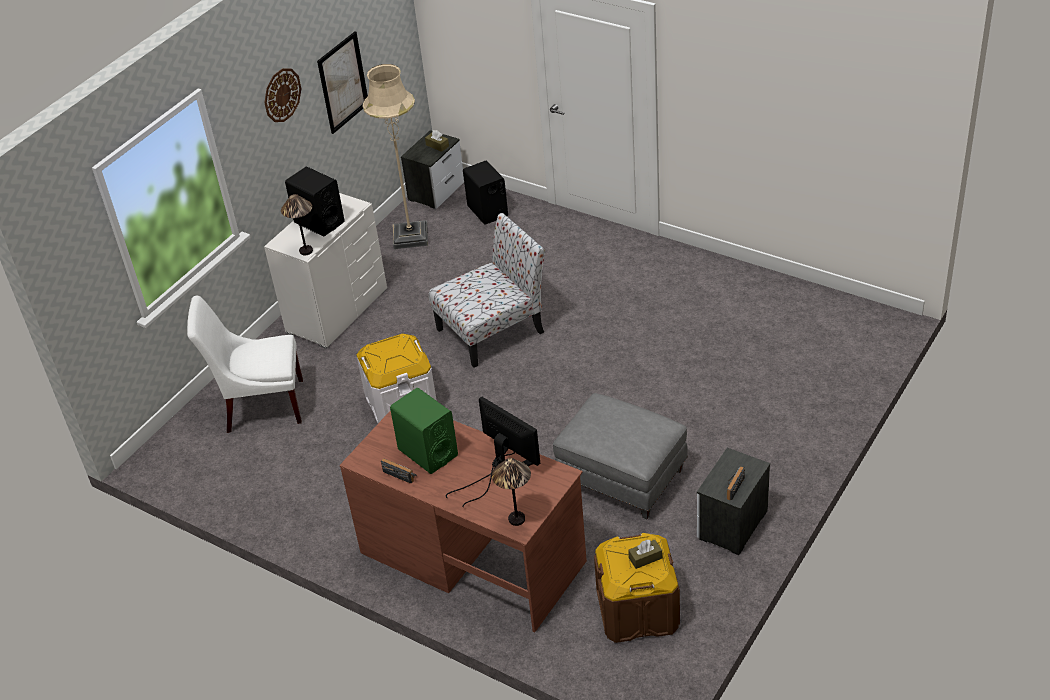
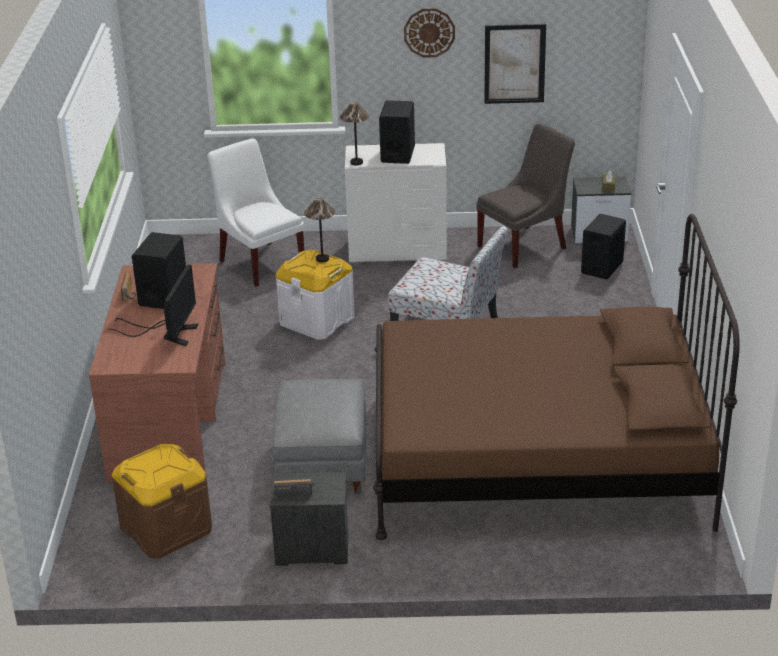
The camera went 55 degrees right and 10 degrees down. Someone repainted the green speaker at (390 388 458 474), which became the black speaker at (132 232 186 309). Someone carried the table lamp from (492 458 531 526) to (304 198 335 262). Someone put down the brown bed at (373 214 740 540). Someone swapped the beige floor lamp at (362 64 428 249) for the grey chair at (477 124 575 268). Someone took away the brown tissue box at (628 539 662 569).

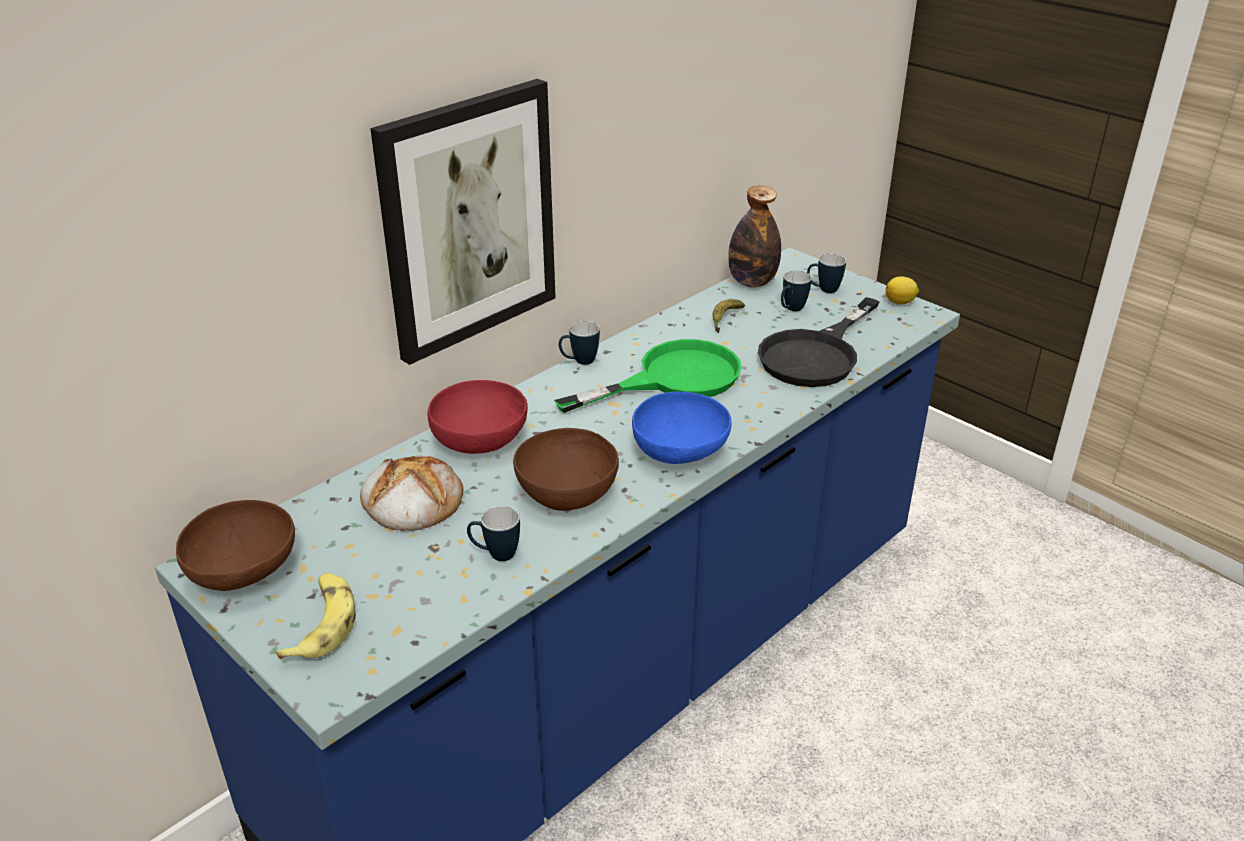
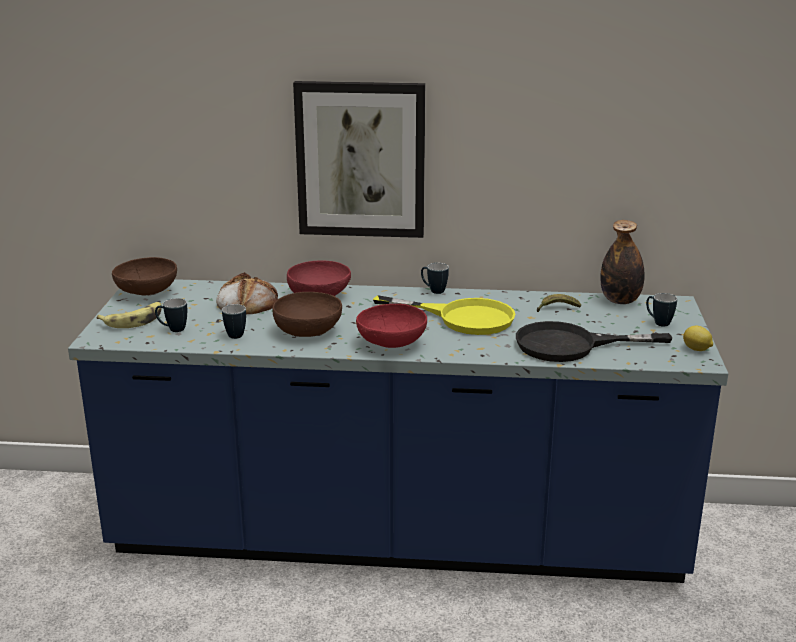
The camera went 50 degrees right and 10 degrees down. Someone carried the mug from (781 270 812 311) to (155 298 187 332). Someone repainted the blue bowl at (632 392 731 464), which became the red bowl at (356 304 427 348). Someone repainted the green frying pan at (554 339 742 413), which became the yellow frying pan at (373 295 516 335).

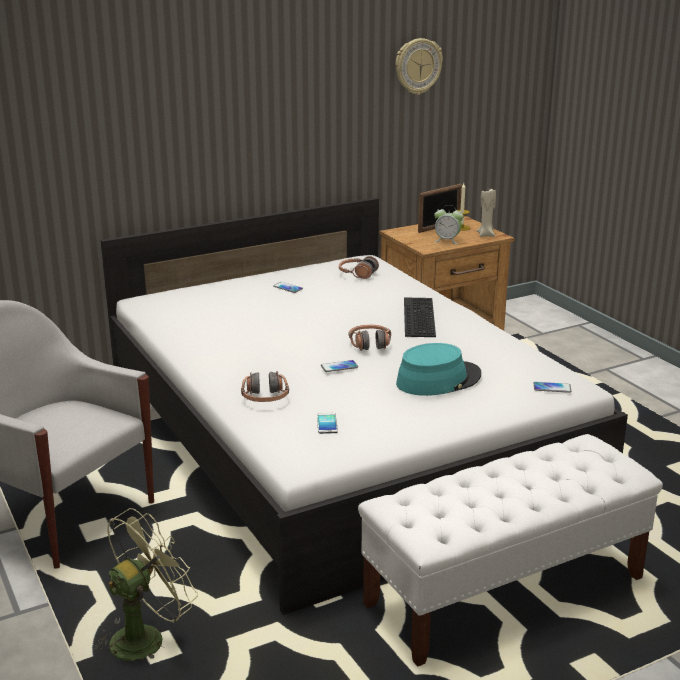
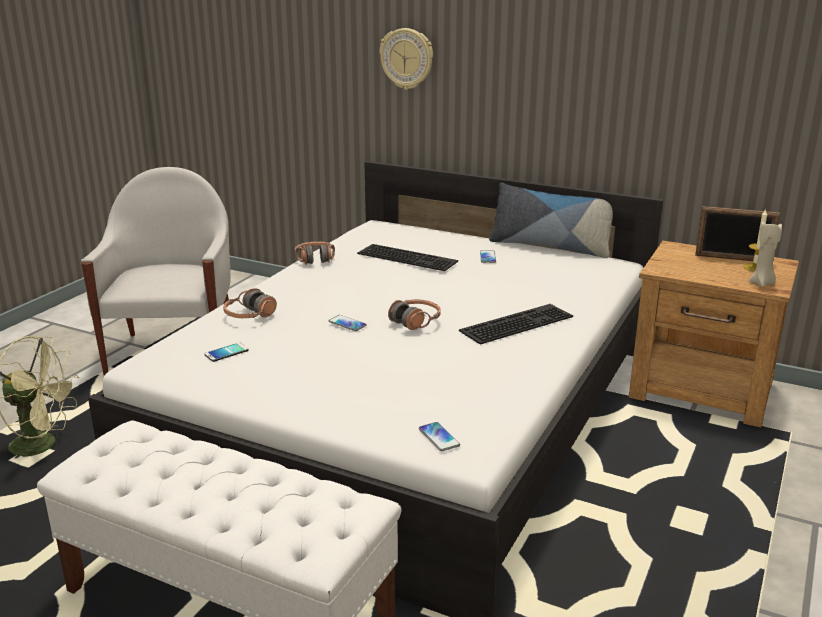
The camera went 55 degrees right and 0 degrees up. Someone carried the headphones from (339 256 379 279) to (294 242 335 265). Someone put down the keyboard at (357 244 458 271). Someone carried the wall clock from (396 38 443 95) to (380 28 433 90). Someone put down the pillow at (489 183 613 258). Someone took away the turquoise hat at (396 343 481 396). Someone took away the alarm clock at (434 205 464 244).

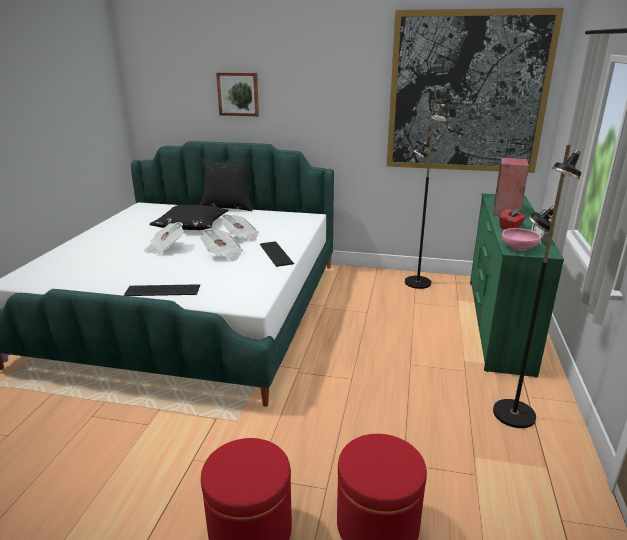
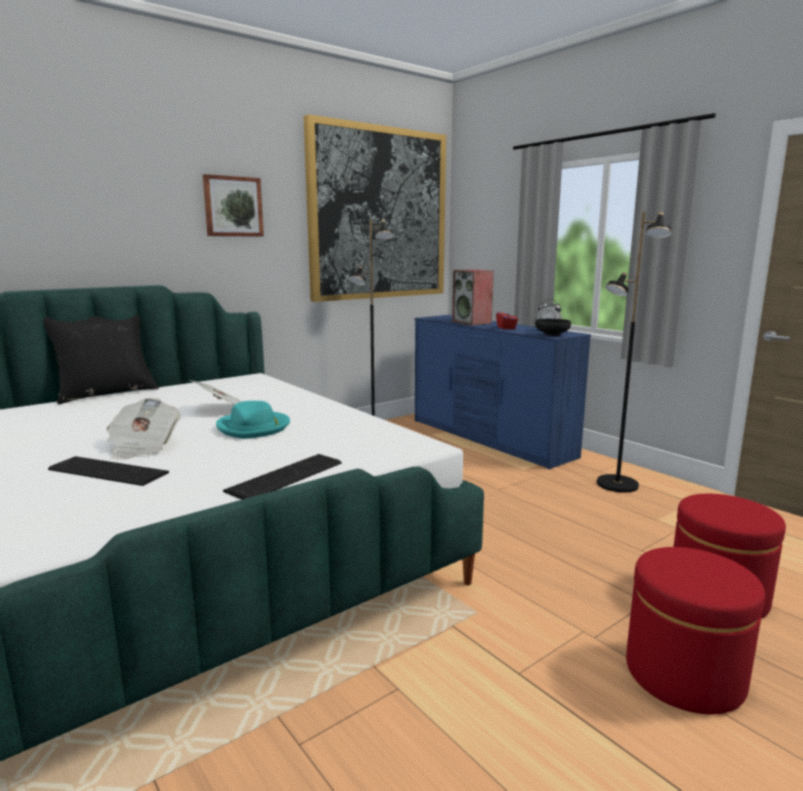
The camera went 50 degrees left and 10 degrees down. Someone carried the keyboard from (260 242 294 267) to (48 456 169 486). Someone carried the picture from (216 72 259 116) to (203 174 264 237). Someone swapped the newspaper at (201 229 243 261) for the turquoise hat at (216 401 290 439). Someone repainted the green dresser at (470 193 564 378), which became the blue dresser at (415 315 591 469). Someone repainted the pink bowl at (502 228 541 251), which became the black bowl at (535 319 571 336). Someone took away the black pillow at (149 205 229 230).

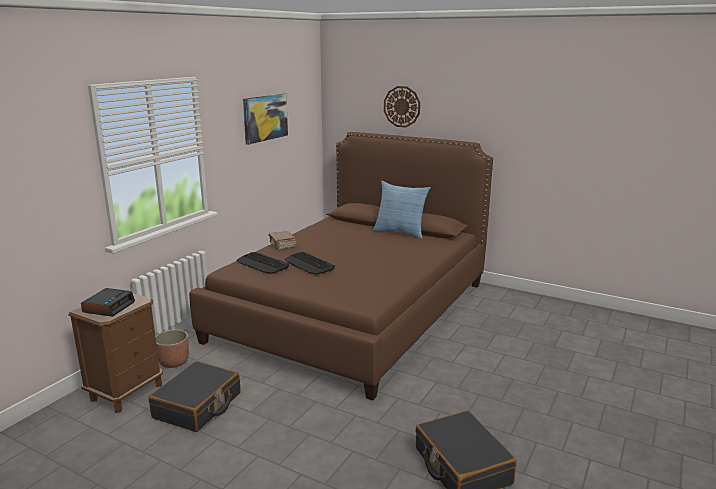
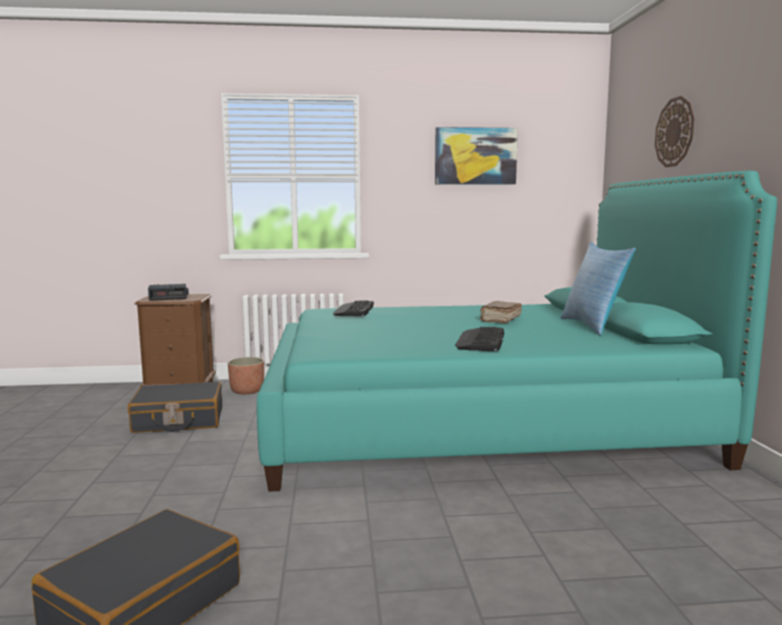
The camera went 55 degrees right and 10 degrees down. Someone repainted the brown bed at (189 132 493 401), which became the turquoise bed at (257 171 777 492). Someone carried the keyboard from (284 252 335 275) to (455 327 504 351). Someone carried the brown book from (268 231 296 250) to (480 301 522 324).

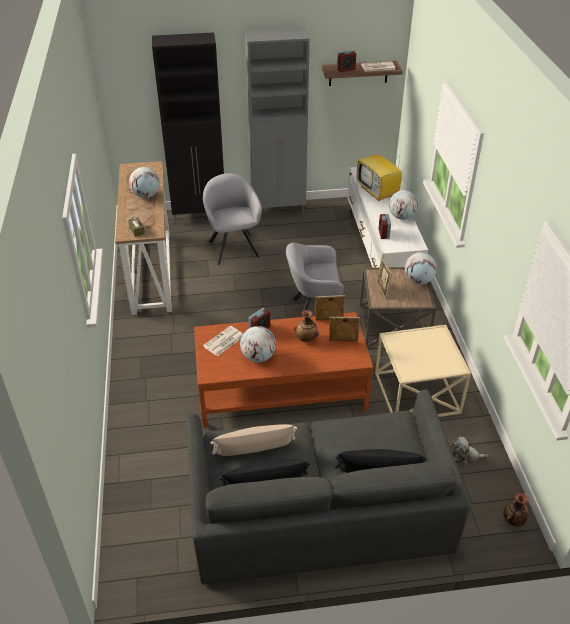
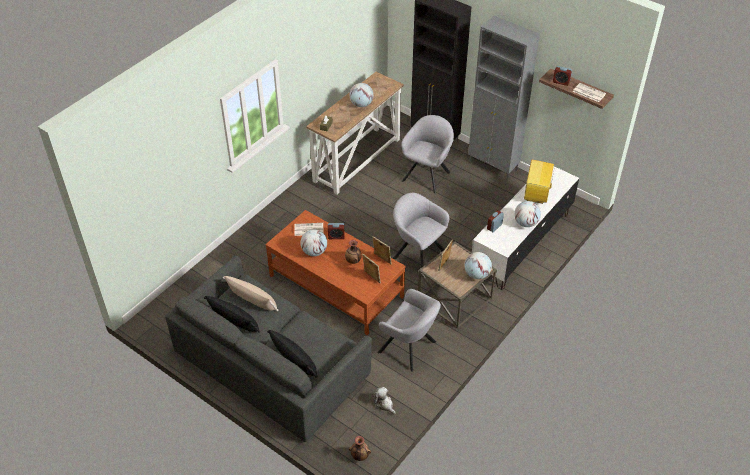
The camera went 45 degrees right and 5 degrees up. Someone swapped the beige side table at (375 325 471 417) for the grey armchair at (377 289 441 372).

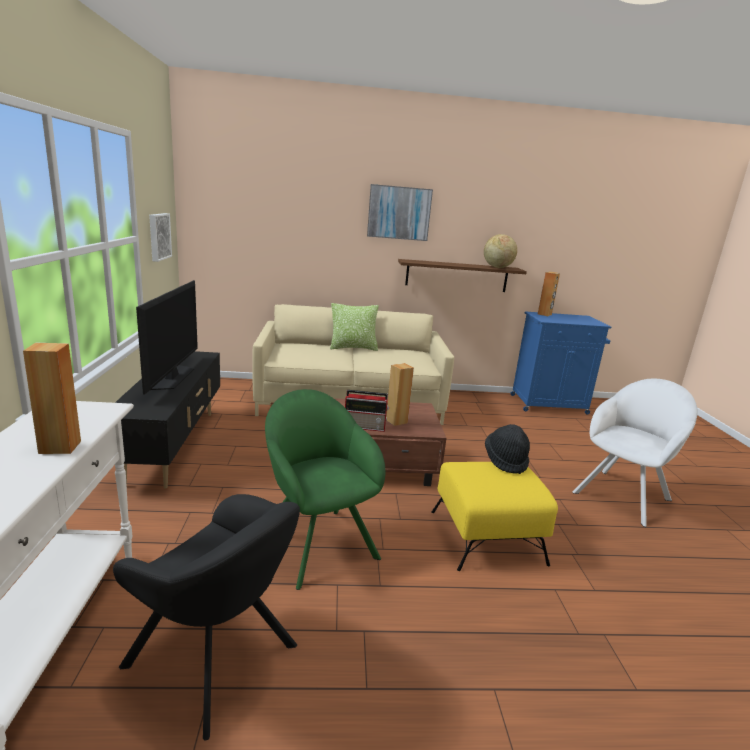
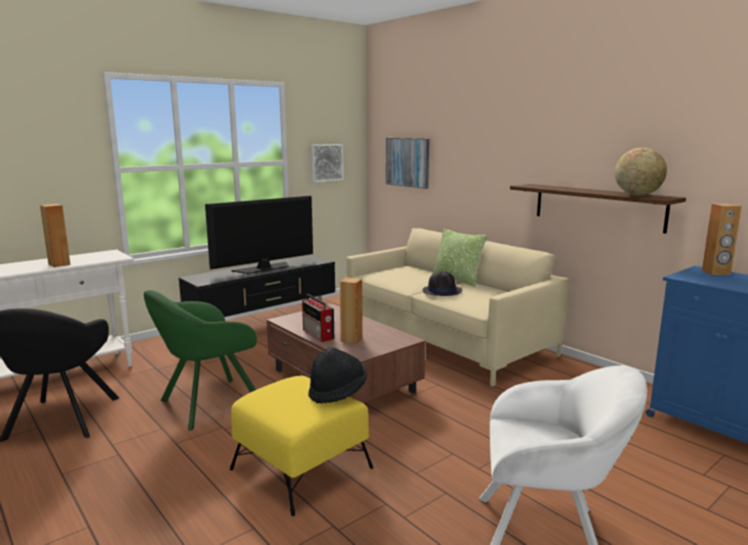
The camera went 55 degrees right and 5 degrees down. Someone rotated the green armchair at (265 389 385 590) by 150 degrees counterclockwise. Someone carried the picture from (367 184 433 241) to (386 138 430 189). Someone put down the black hat at (423 271 462 296).

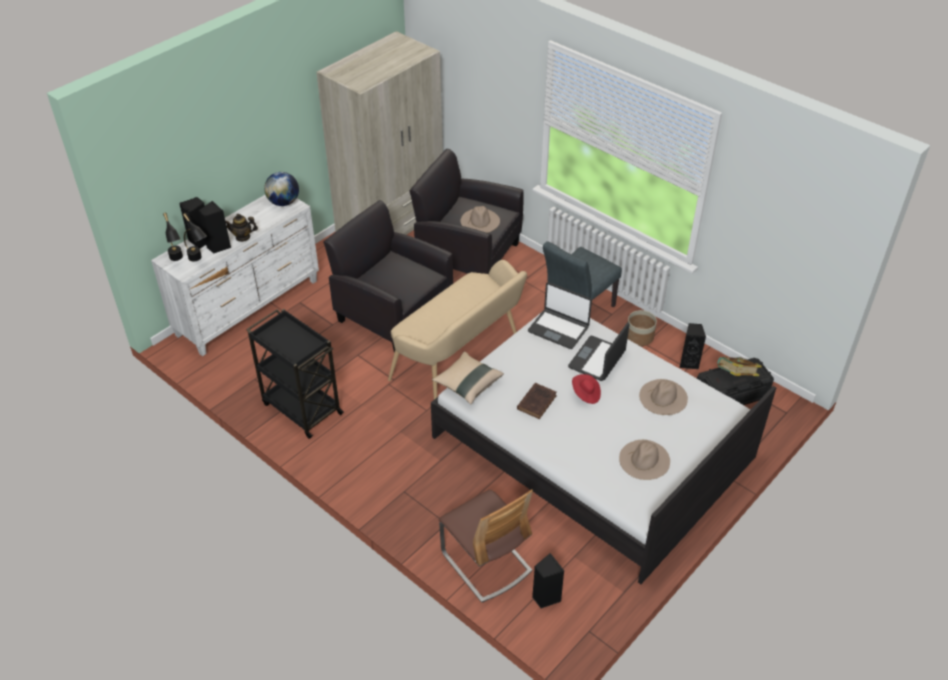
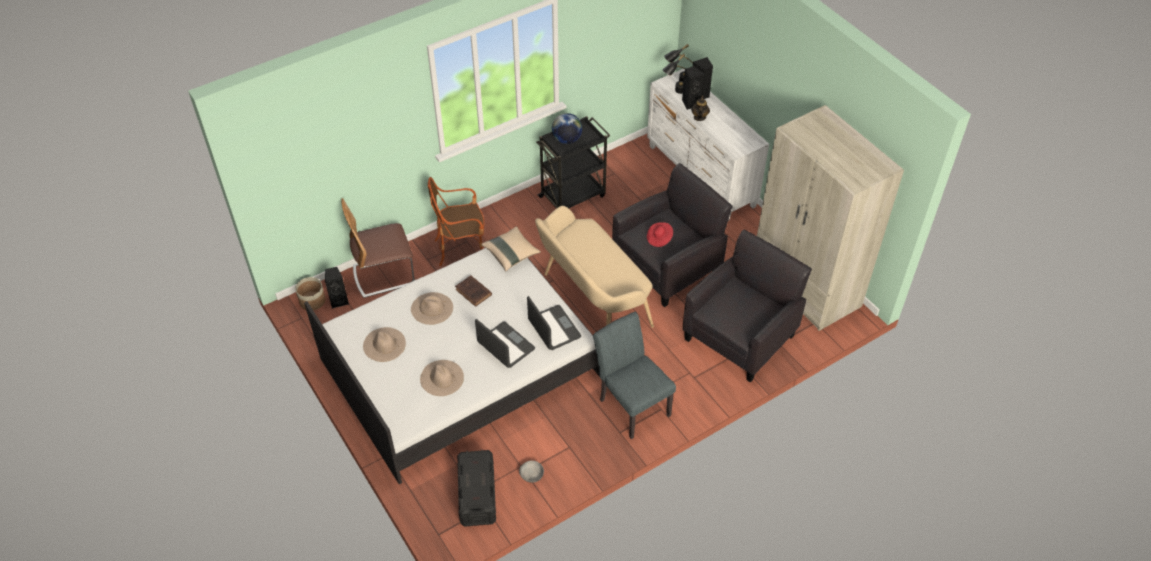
The camera went 105 degrees right and 5 degrees up. Someone carried the planter from (627 310 657 346) to (295 277 326 310). Someone carried the beige hat from (460 206 500 233) to (411 292 453 325). Someone put down the armchair at (428 177 484 266). Someone swapped the black speaker at (679 323 706 369) for the grey bowl at (519 460 544 483). Someone rotated the laptop at (528 282 592 349) by 105 degrees clockwise. Someone carried the globe from (264 172 299 206) to (552 113 582 144). Someone carried the red hat from (572 374 601 404) to (647 222 673 247). Someone took away the book at (717 357 762 376).

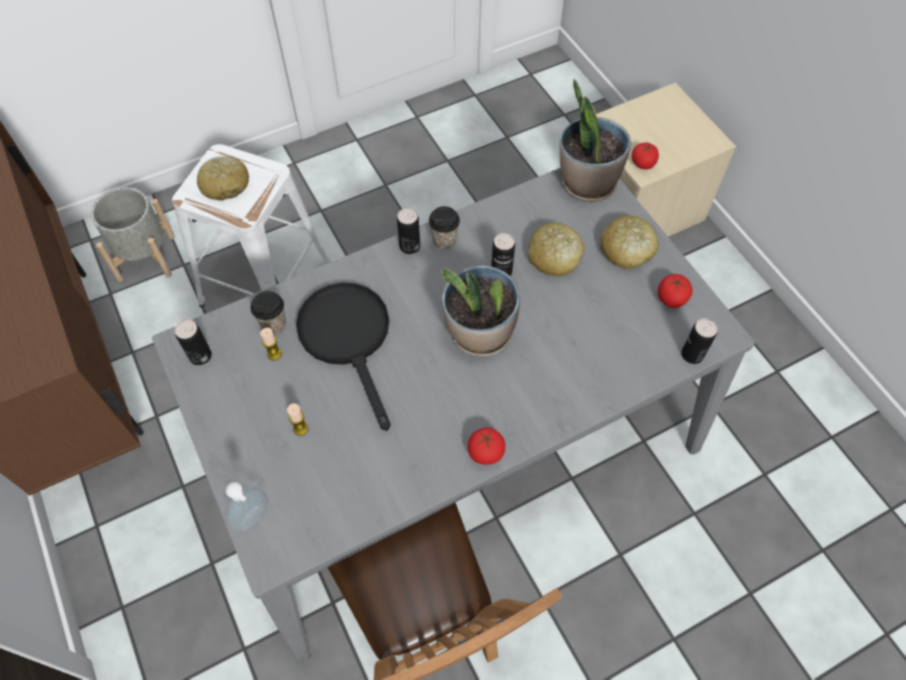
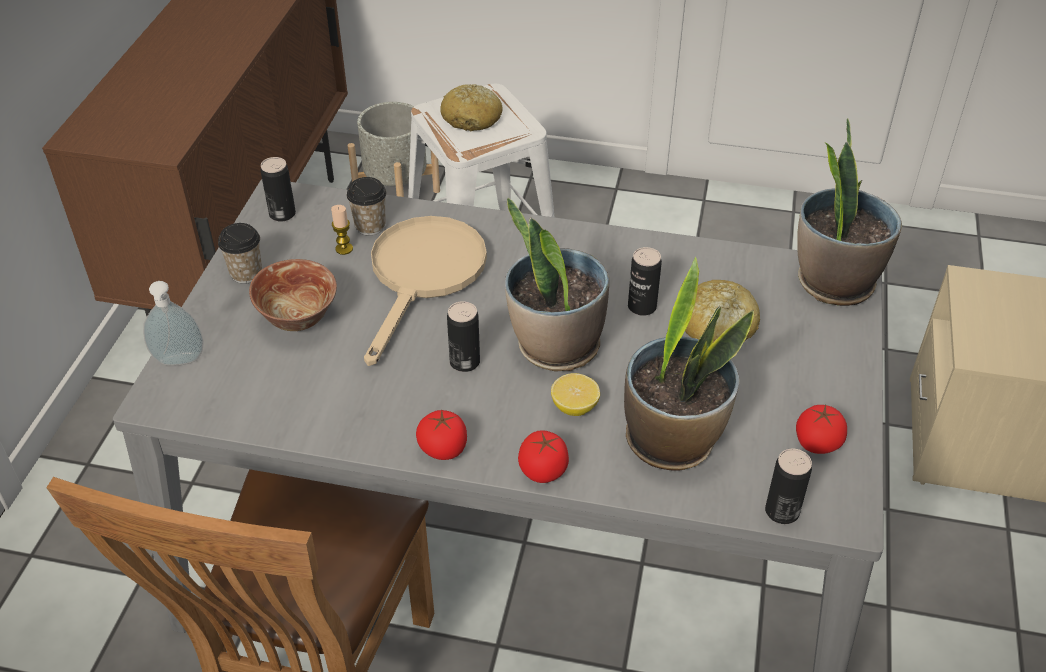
The camera went 40 degrees right and 15 degrees down. Someone carried the cup from (429 206 460 250) to (218 223 262 284). Someone swapped the candle at (287 403 309 436) for the bowl at (249 259 337 331). Someone repainted the black frying pan at (296 283 391 431), which became the beige frying pan at (364 216 487 366). Someone carried the can from (397 208 420 254) to (447 301 480 372). Someone carried the tomato from (632 142 659 170) to (518 430 569 483). Someone put down the lemon at (551 373 600 416). Someone put down the potted plant at (624 257 754 471). Someone took away the bread at (600 216 659 269).

